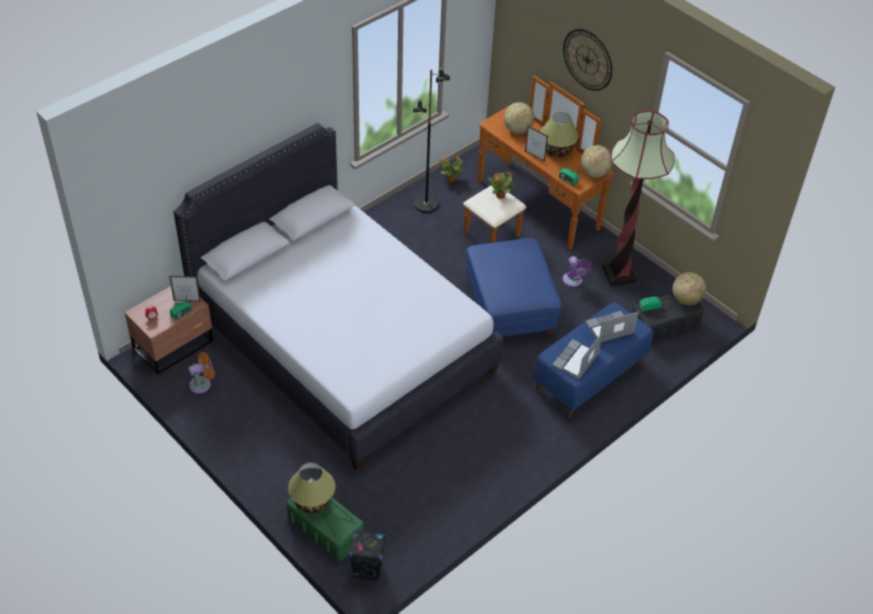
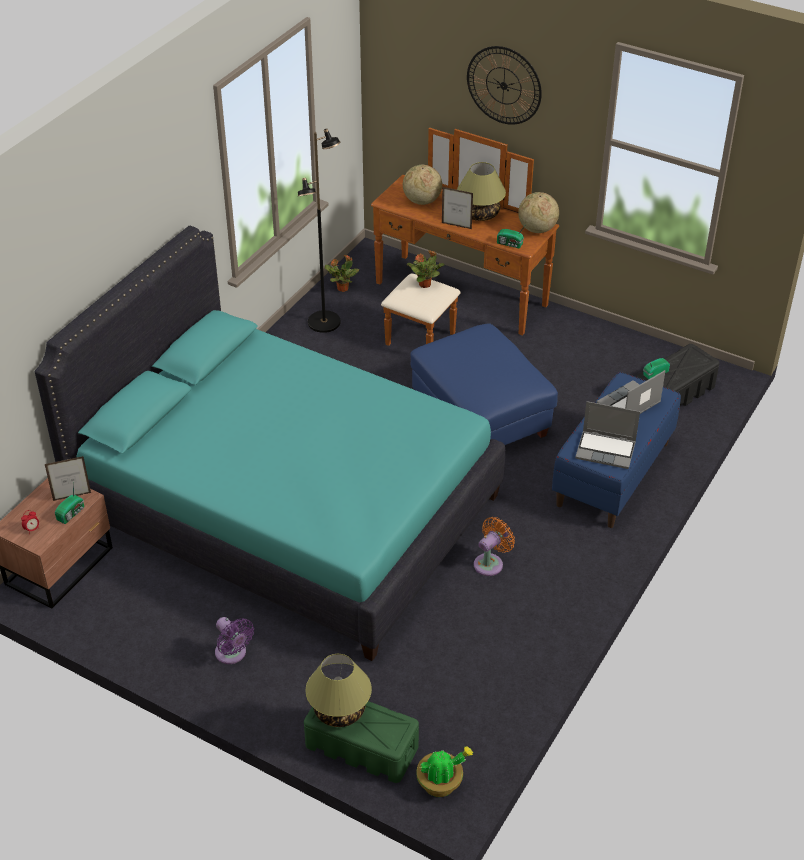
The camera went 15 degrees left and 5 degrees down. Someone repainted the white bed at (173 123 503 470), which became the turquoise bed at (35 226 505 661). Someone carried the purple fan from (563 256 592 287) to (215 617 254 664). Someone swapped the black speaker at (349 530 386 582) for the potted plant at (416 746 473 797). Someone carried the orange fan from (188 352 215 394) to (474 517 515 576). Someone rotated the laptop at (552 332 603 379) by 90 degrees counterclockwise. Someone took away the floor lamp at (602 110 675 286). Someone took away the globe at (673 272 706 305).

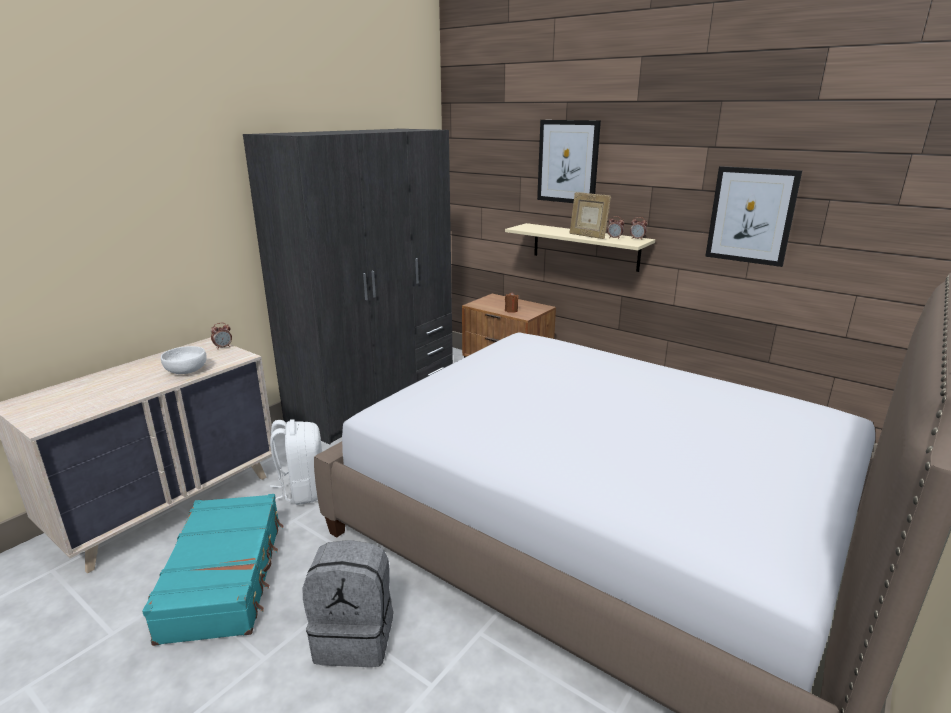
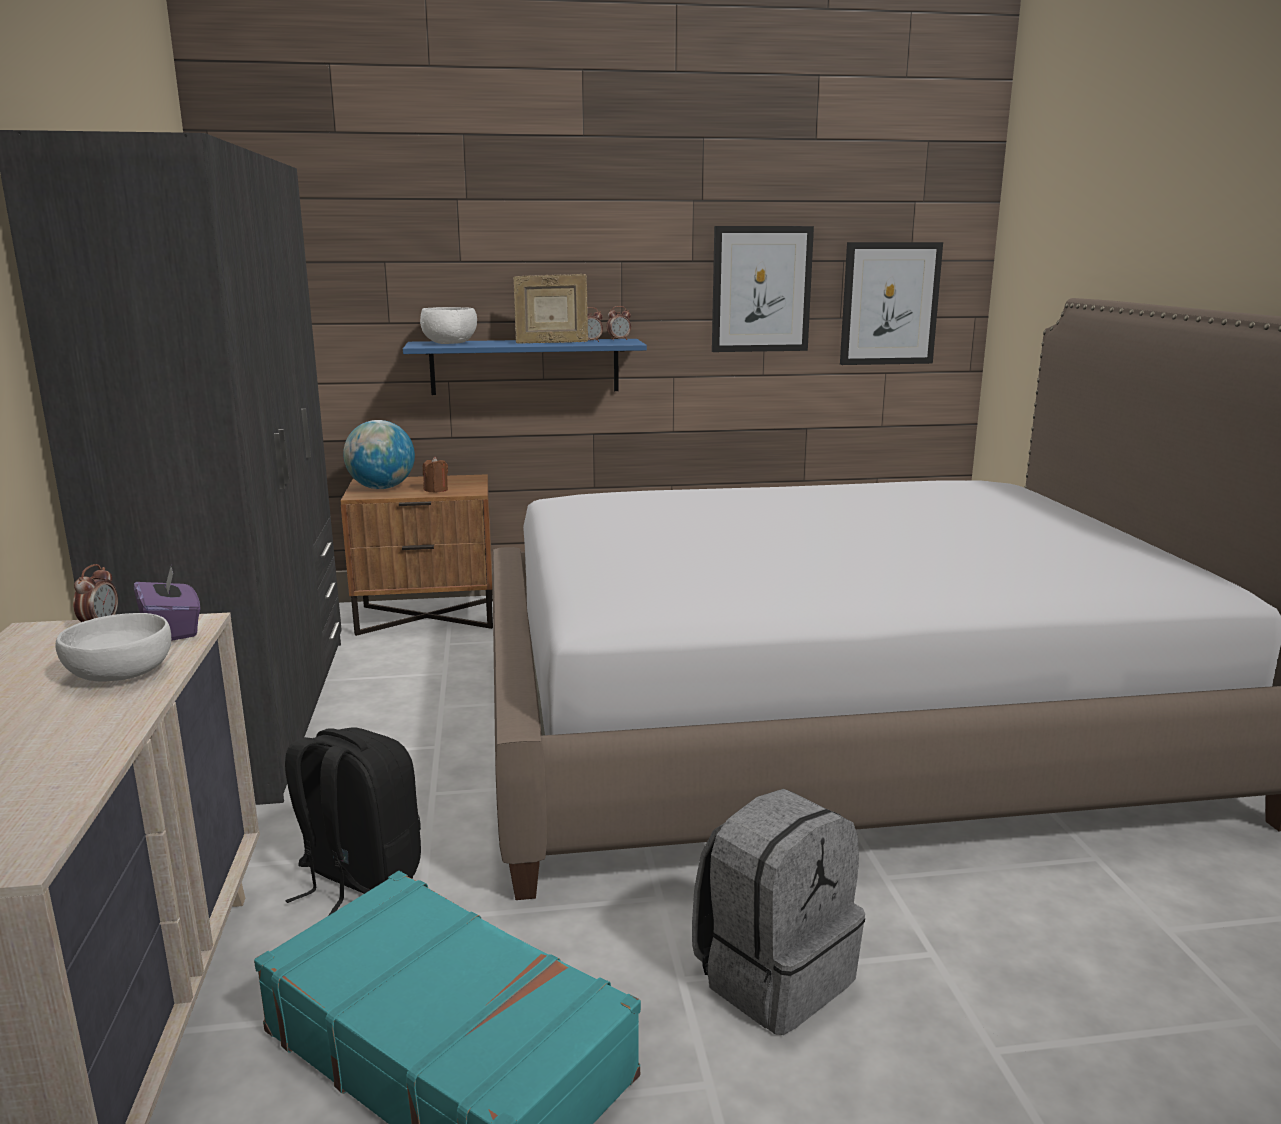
The camera went 45 degrees left and 5 degrees down. Someone put down the purple tissue box at (134 567 200 641). Someone repainted the white backpack at (270 420 322 505), which became the black backpack at (285 727 421 916). Someone put down the globe at (343 420 415 489). Someone repainted the beige shelf at (505 223 655 272), which became the blue shelf at (403 339 647 395). Someone put down the white bowl at (420 307 477 344). Someone carried the picture from (537 120 601 203) to (840 242 943 365).

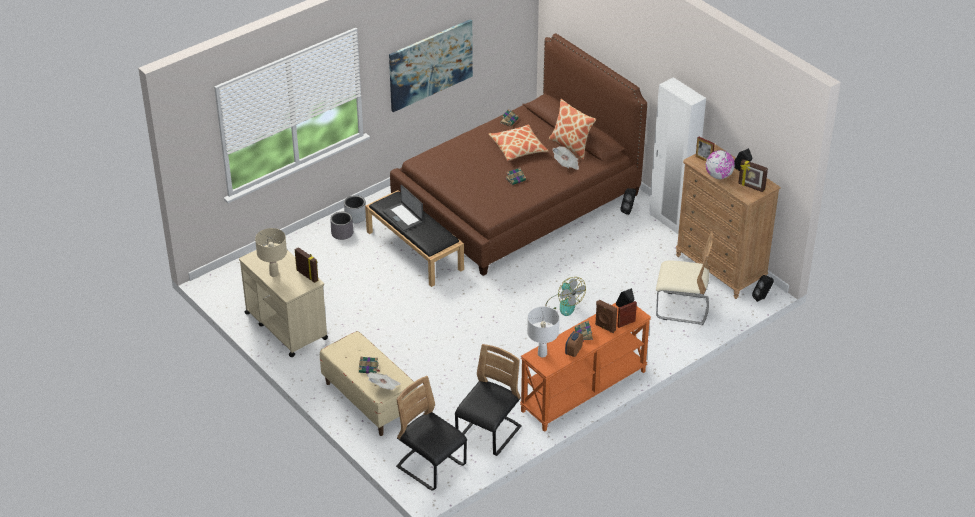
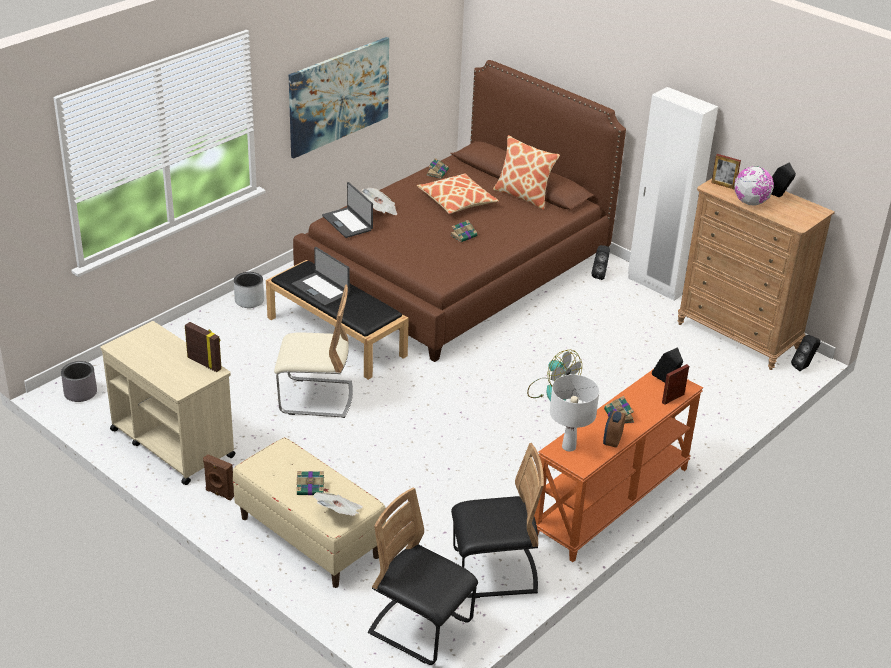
The camera went 10 degrees left and 5 degrees down. Someone carried the grey planter from (330 212 353 240) to (61 361 97 402). Someone carried the brown speaker from (595 299 617 333) to (203 454 234 501). Someone carried the beige chair from (656 231 713 325) to (274 285 353 418). Someone put down the laptop at (322 182 373 238). Someone carried the newspaper from (552 146 579 170) to (362 188 397 215). Someone rotated the black chair at (455 344 522 456) by 60 degrees clockwise. Someone took away the beige table lamp at (255 228 287 277). Someone took away the picture frame at (738 159 768 192).

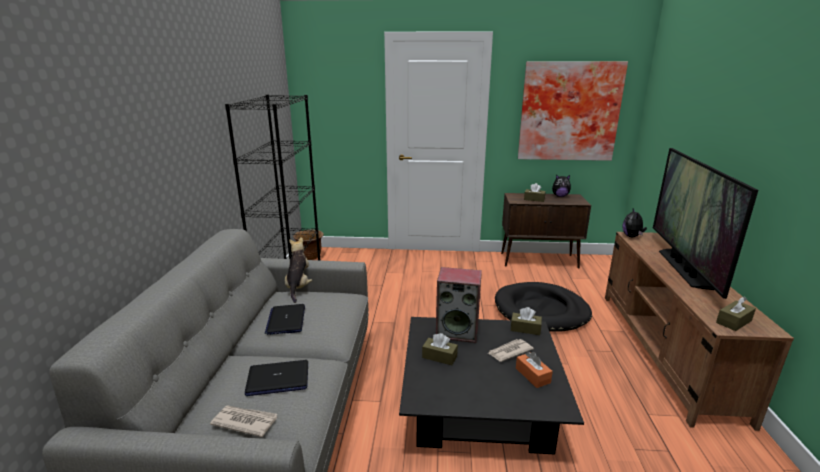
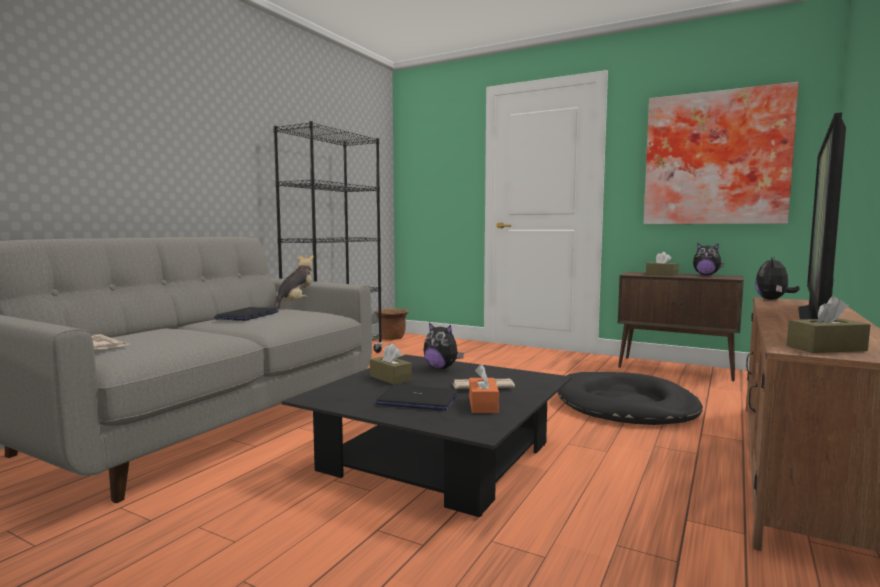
The camera went 25 degrees right and 15 degrees down. Someone carried the laptop from (245 360 308 396) to (376 385 458 411). Someone swapped the speaker at (436 267 482 343) for the plush toy at (424 322 464 369). Someone took away the brown tissue box at (511 307 542 335).

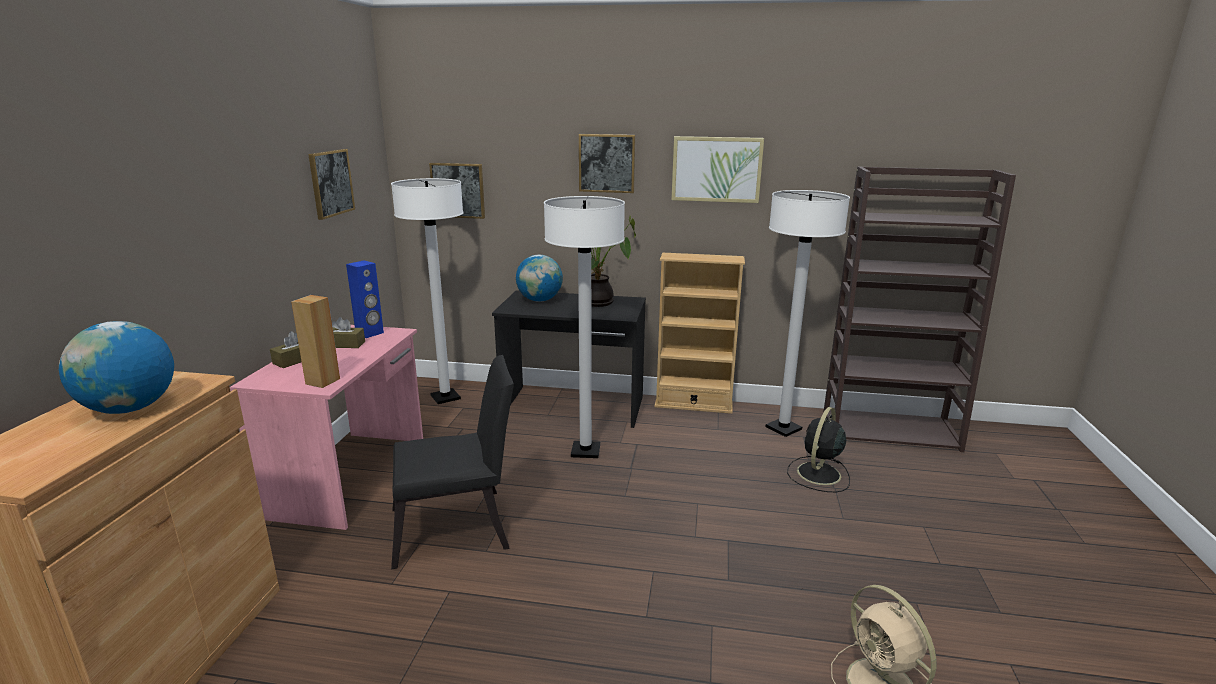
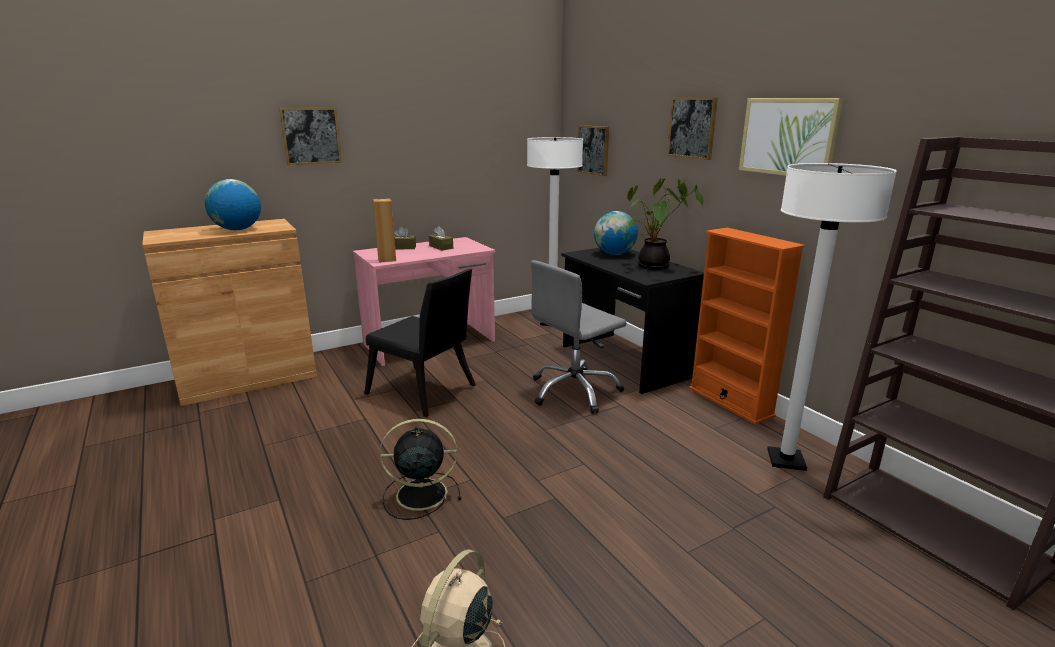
The camera went 50 degrees right and 0 degrees up. Someone carried the picture from (308 149 355 220) to (279 108 342 165). Someone carried the black fan from (787 407 850 492) to (379 419 461 520). Someone swapped the white floor lamp at (544 196 625 458) for the grey office chair at (531 260 626 414). Someone repainted the beige bookcase at (655 253 745 414), which became the orange bookcase at (689 228 805 425). Someone took away the blue speaker at (346 260 384 338).

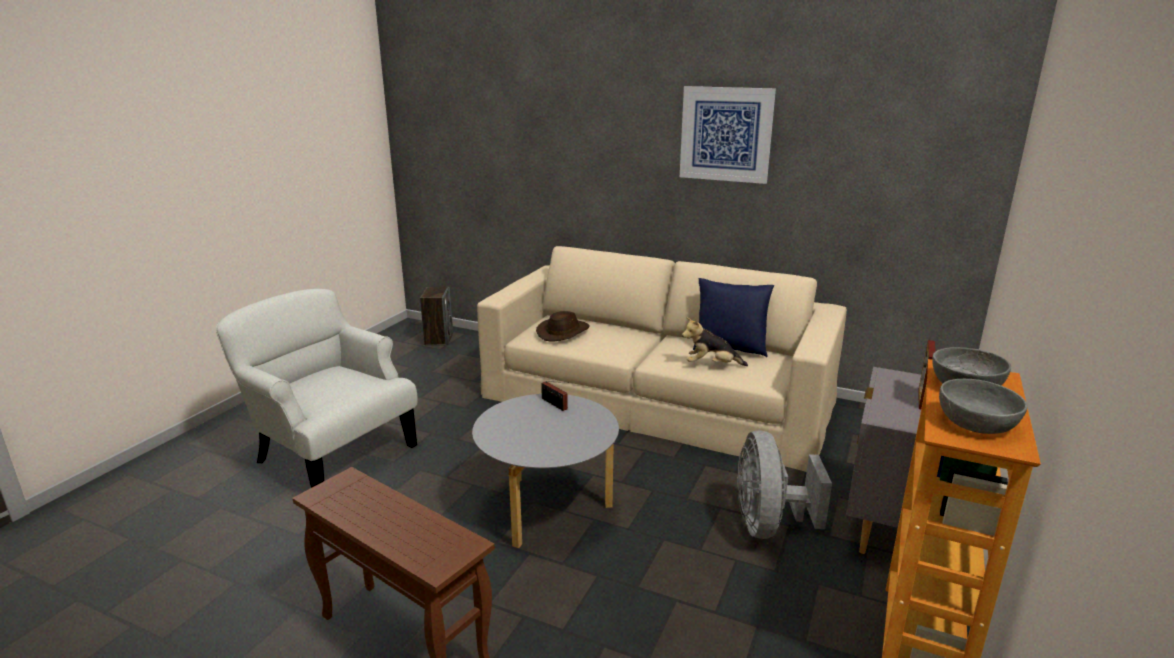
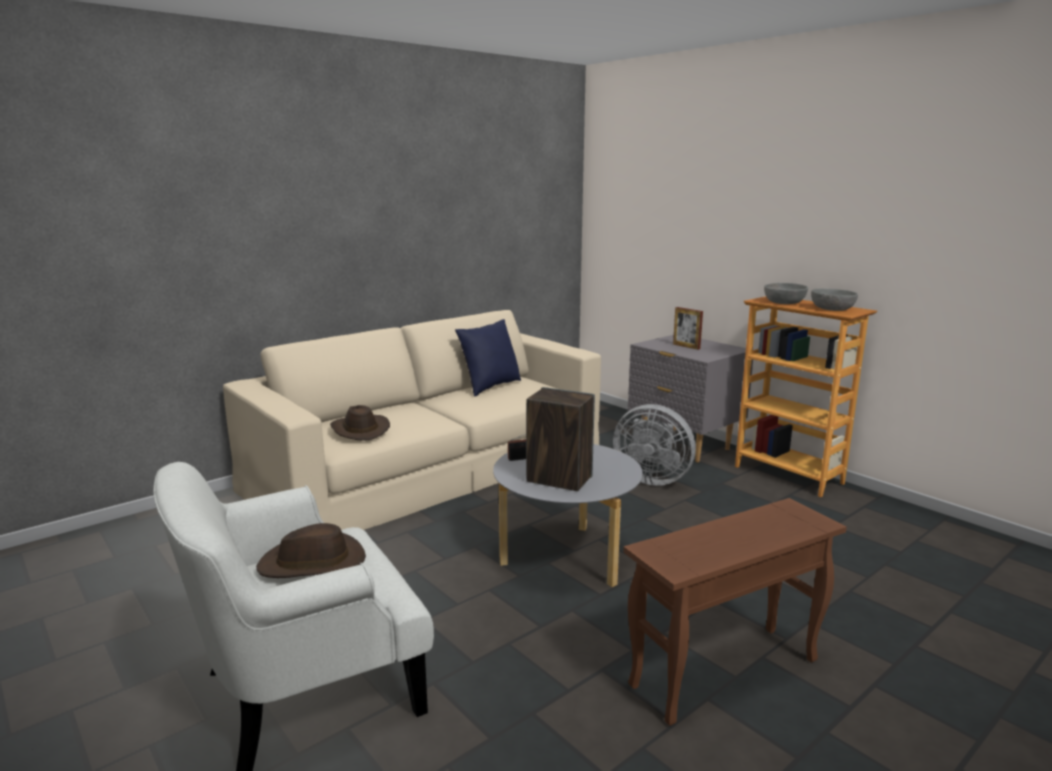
The camera went 65 degrees left and 5 degrees down. Someone put down the brown hat at (256 523 366 578). Someone carried the speaker from (420 287 453 346) to (526 387 595 491). Someone took away the picture at (680 86 776 184). Someone took away the plush toy at (682 317 748 366).

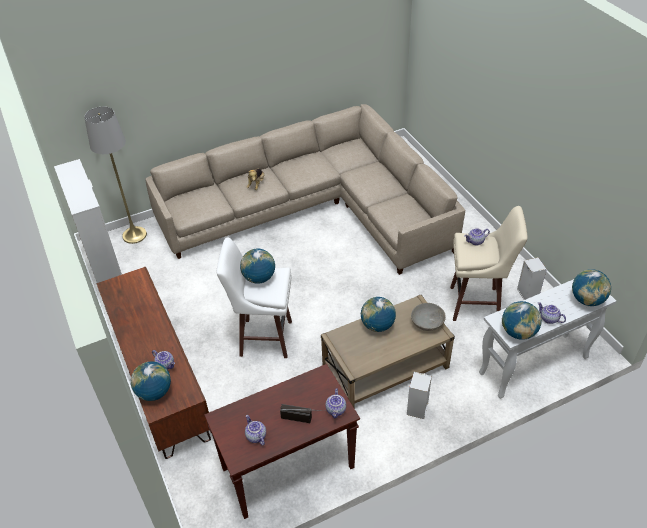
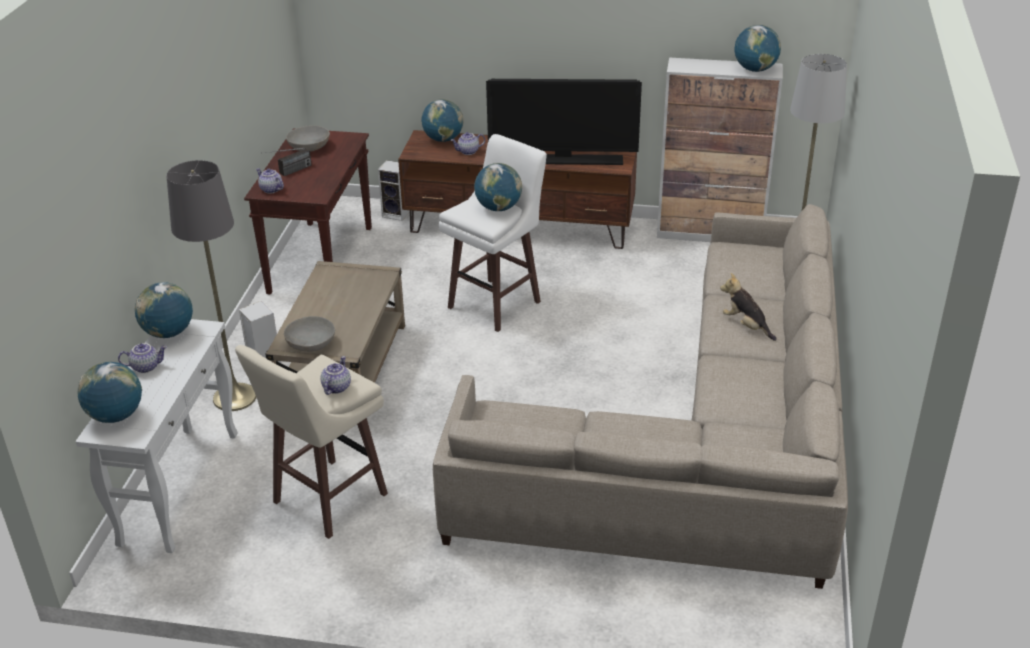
The camera went 125 degrees right and 10 degrees down. Someone put down the grey floor lamp at (166 160 257 411). Someone swapped the teapot at (245 415 266 445) for the grey bowl at (286 126 330 152). Someone carried the speaker from (517 257 547 300) to (378 160 410 221). Someone put down the television at (486 79 642 165). Someone carried the globe from (361 297 396 332) to (735 25 781 72).

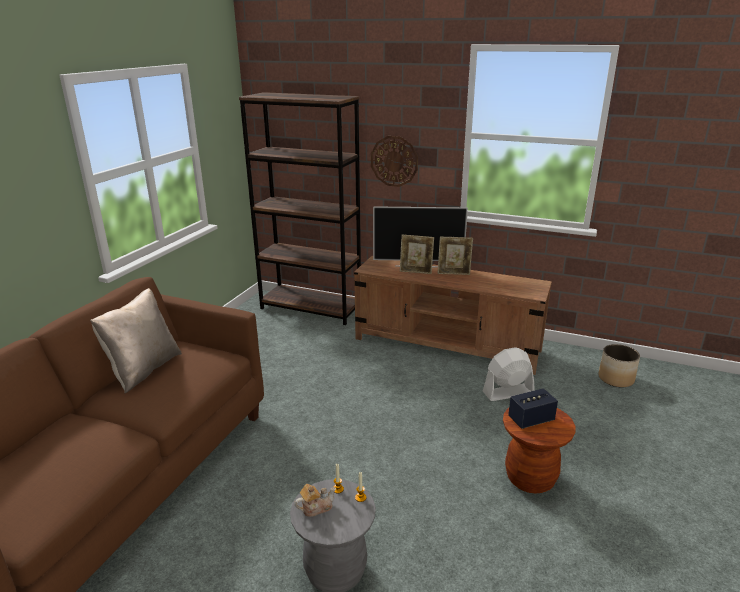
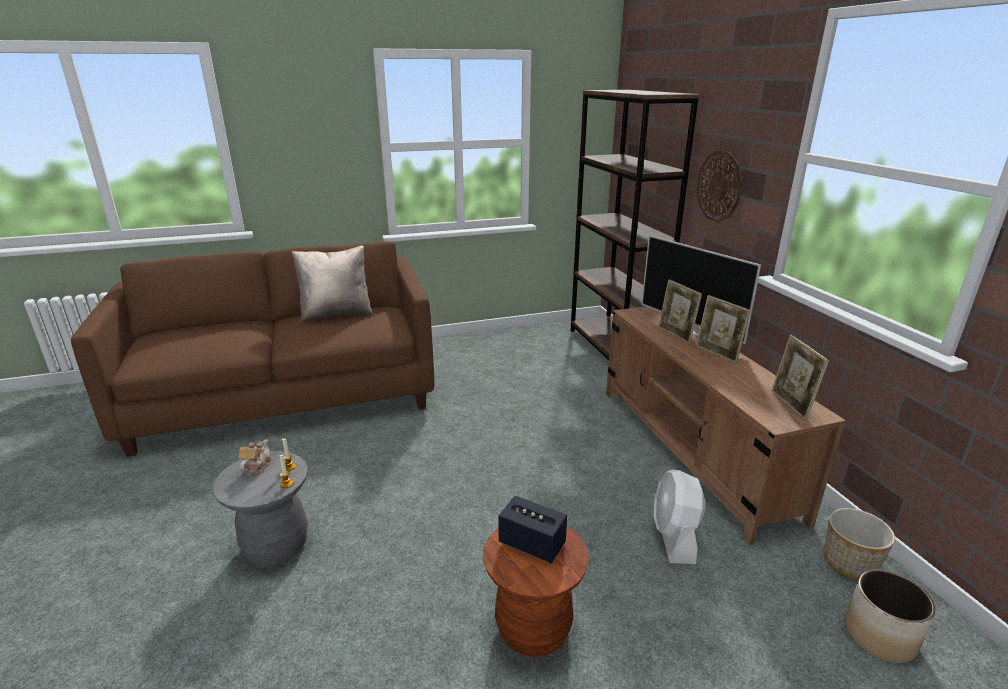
The camera went 50 degrees right and 0 degrees up. Someone rotated the teapot at (294 484 336 517) by 105 degrees counterclockwise. Someone rotated the white fan at (483 347 534 401) by 120 degrees counterclockwise. Someone put down the picture frame at (771 335 829 420). Someone put down the planter at (823 508 895 580).

